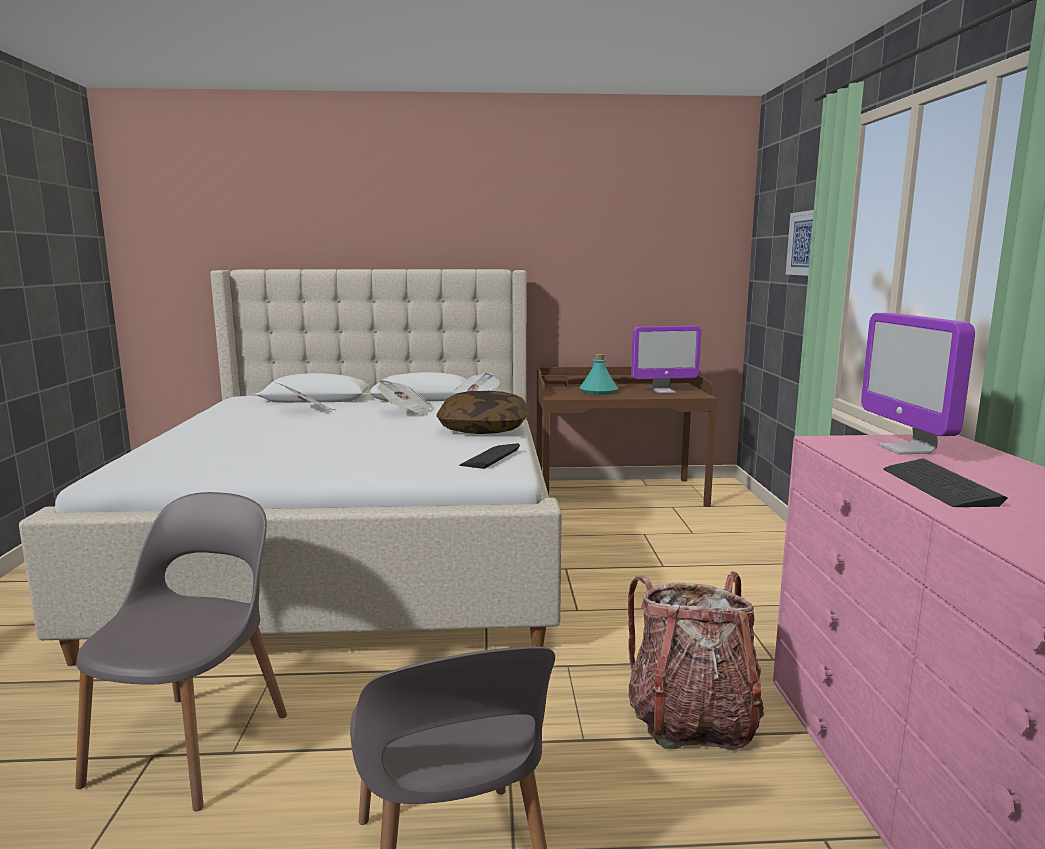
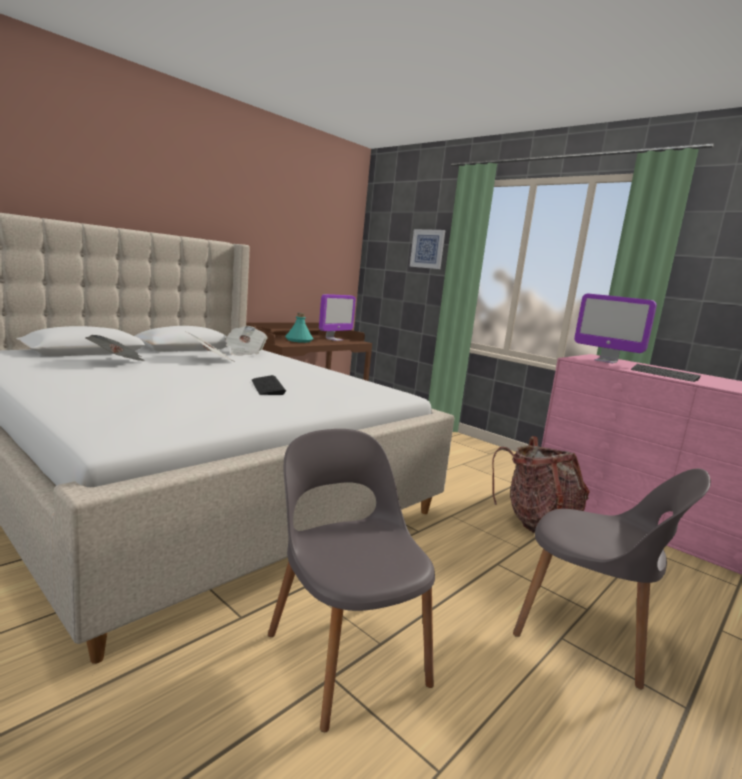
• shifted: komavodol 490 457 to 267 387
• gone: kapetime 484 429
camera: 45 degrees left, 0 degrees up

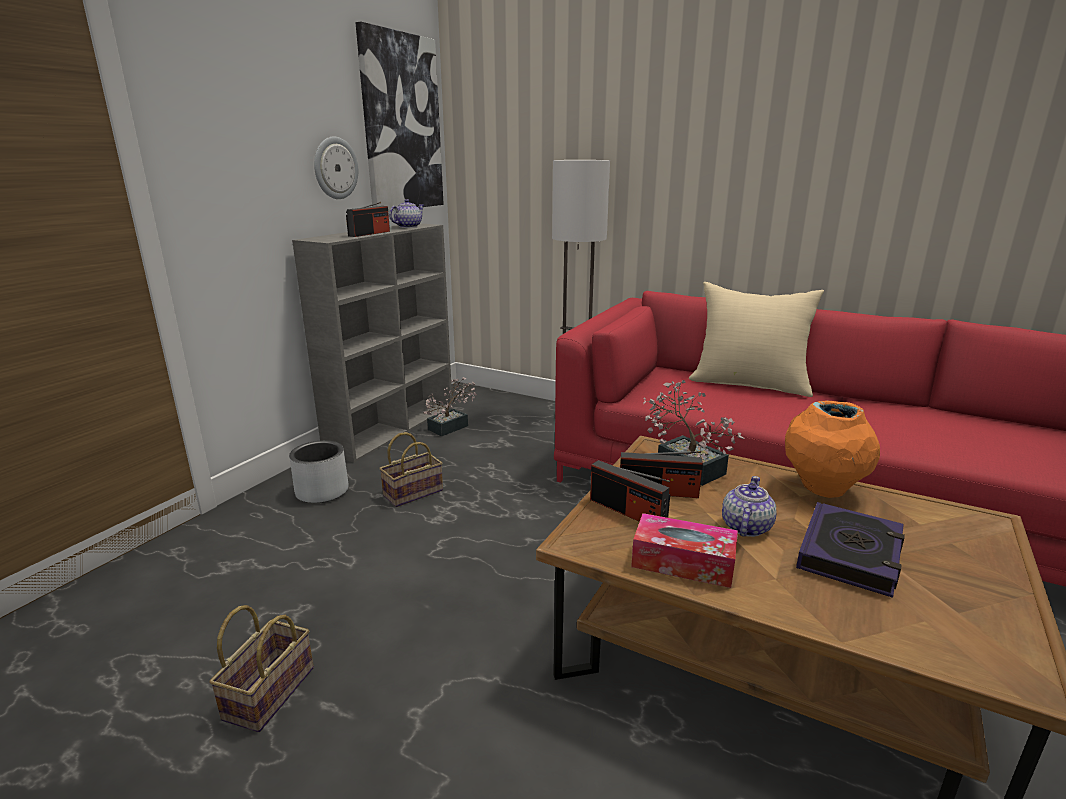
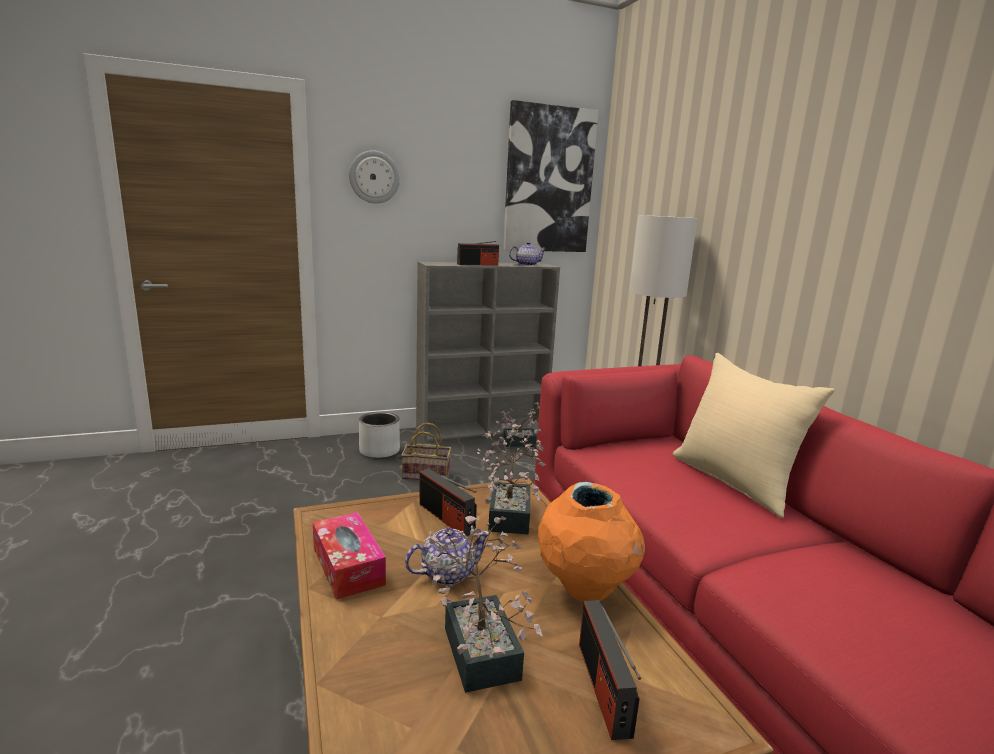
• shifted: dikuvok 335 168 to 374 177
• swapped: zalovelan 850 554 to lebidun 479 644
• shifted: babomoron 627 511 to 603 688
• gone: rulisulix 269 691
camera: 40 degrees right, 5 degrees down

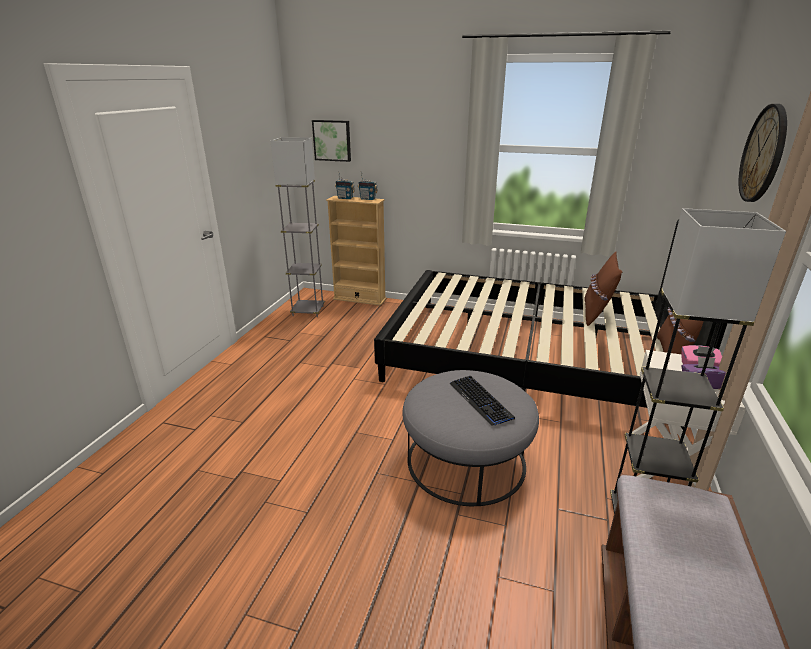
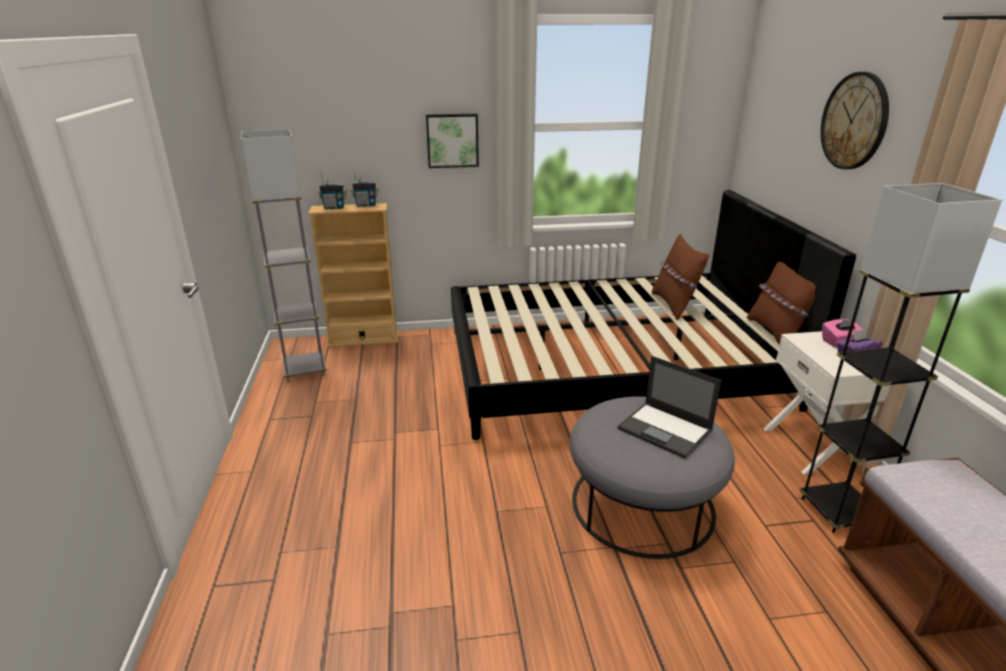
• shifted: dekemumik 332 140 to 452 140
• swapped: komavodol 480 401 to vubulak 666 430
camera: 25 degrees left, 0 degrees up

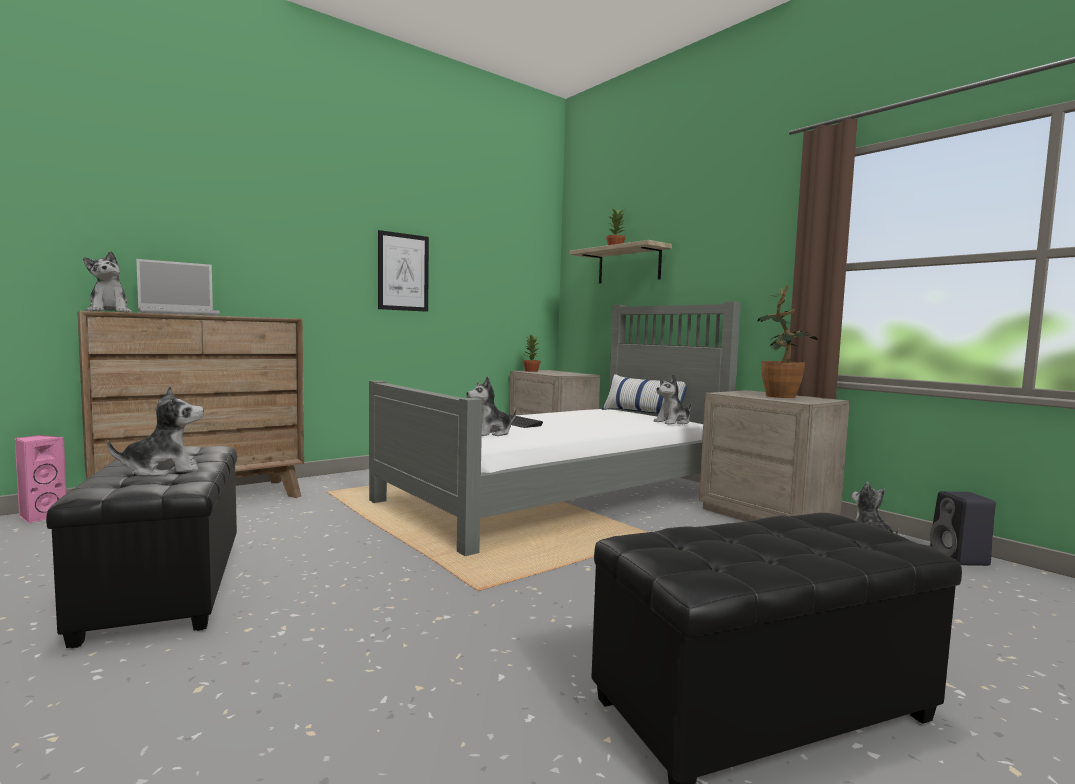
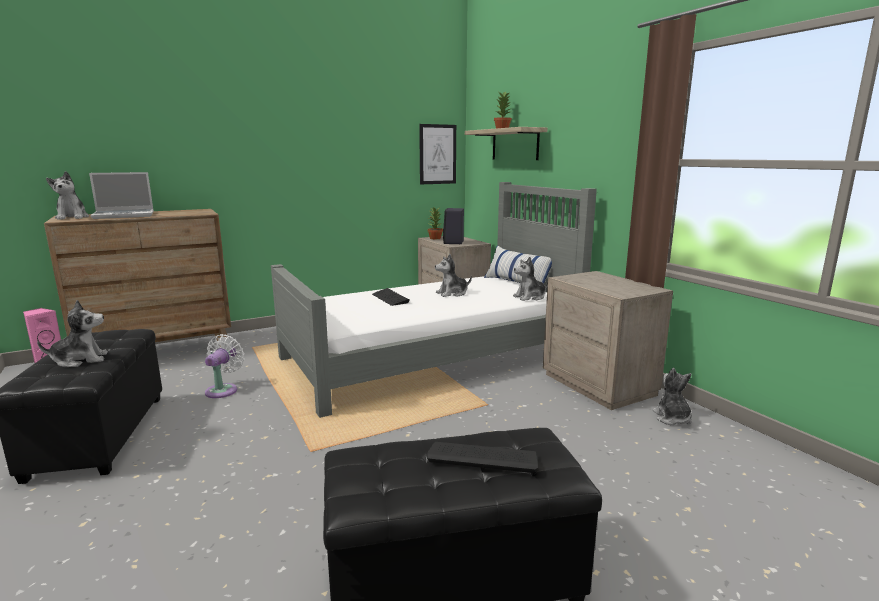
• new: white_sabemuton 223 390
• shifted: dekemumik 403 272 to 437 154
• new: komavodol 482 457
• shifted: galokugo 490 433 to 452 293
• shifted: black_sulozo 960 559 to 453 243
• gone: lebidun 781 396
camera: 10 degrees right, 10 degrees up

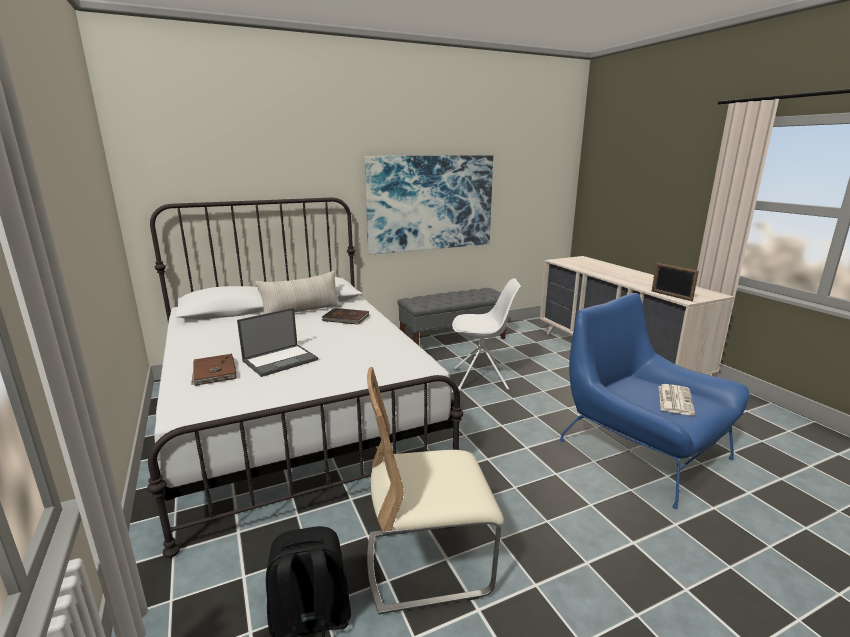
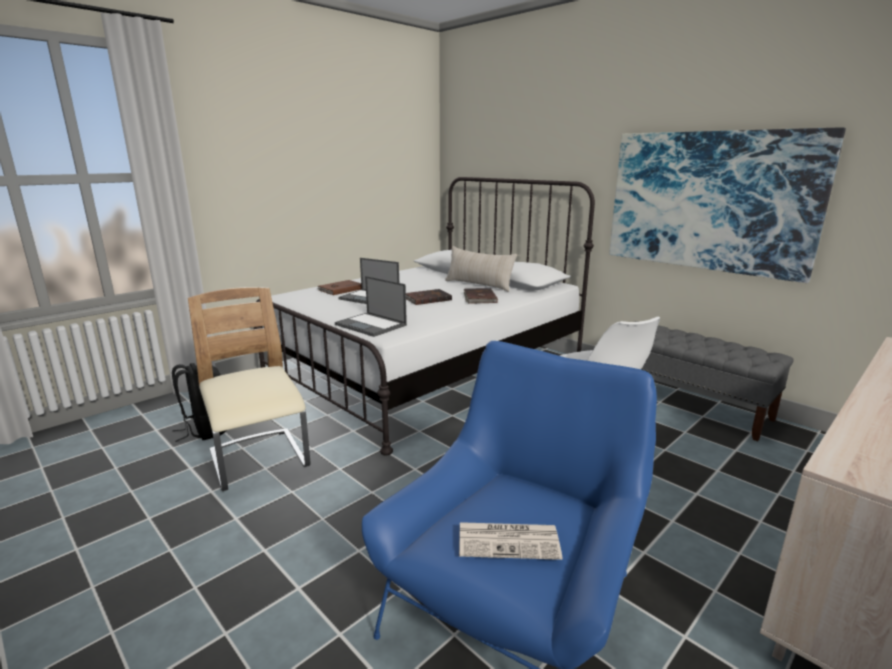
• new: vubulak 371 325
• new: brown_zalovelan 427 299
• gone: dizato 671 296
camera: 70 degrees right, 0 degrees up

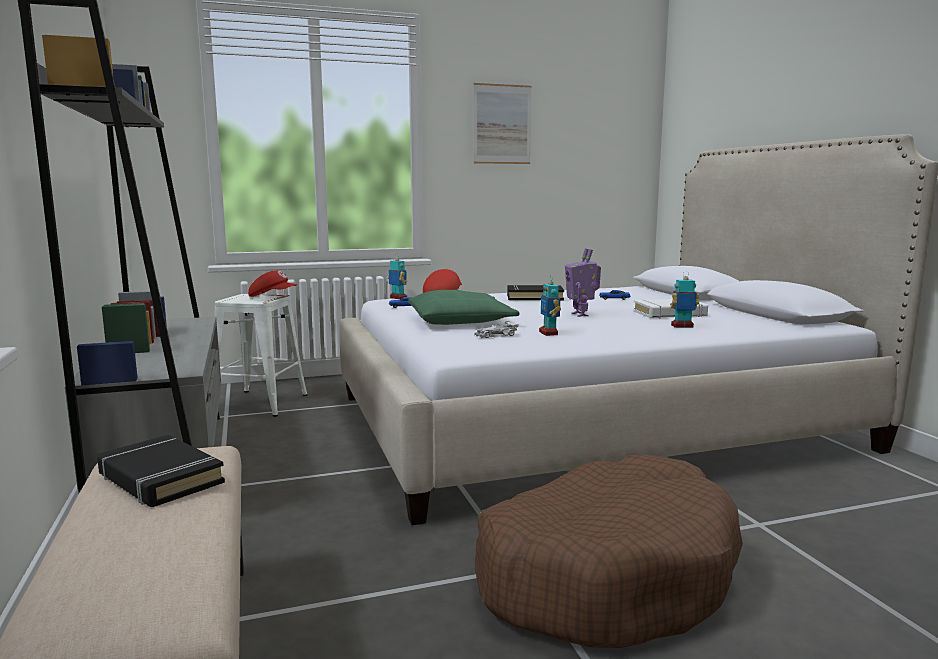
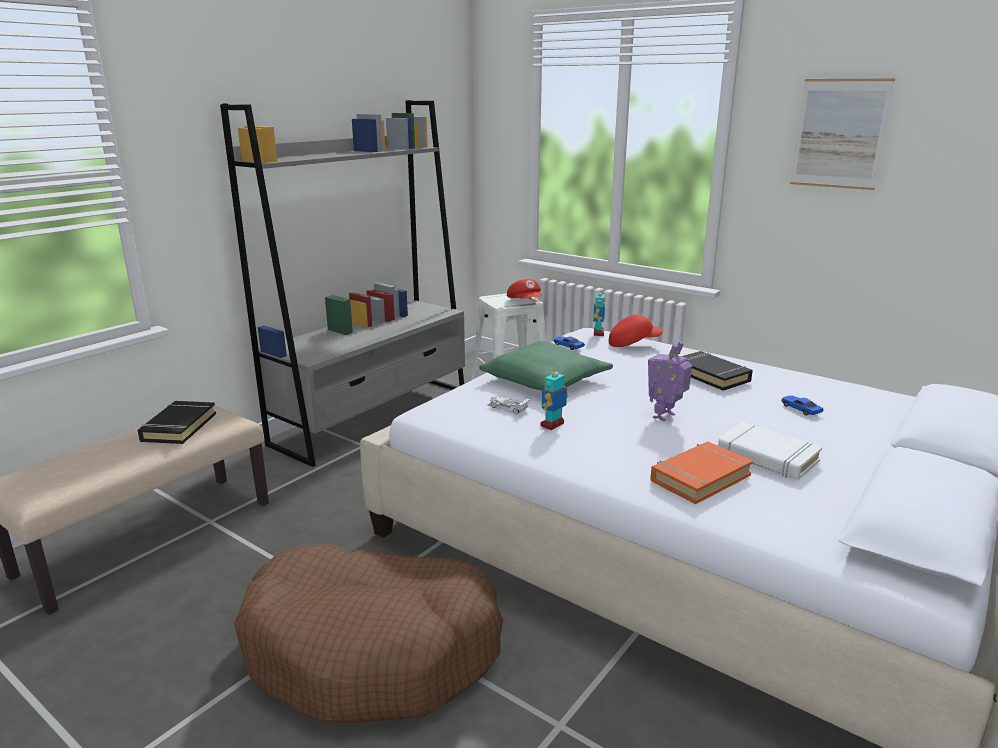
• swapped: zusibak 682 326 to orange_zalovelan 699 478
camera: 55 degrees right, 10 degrees up

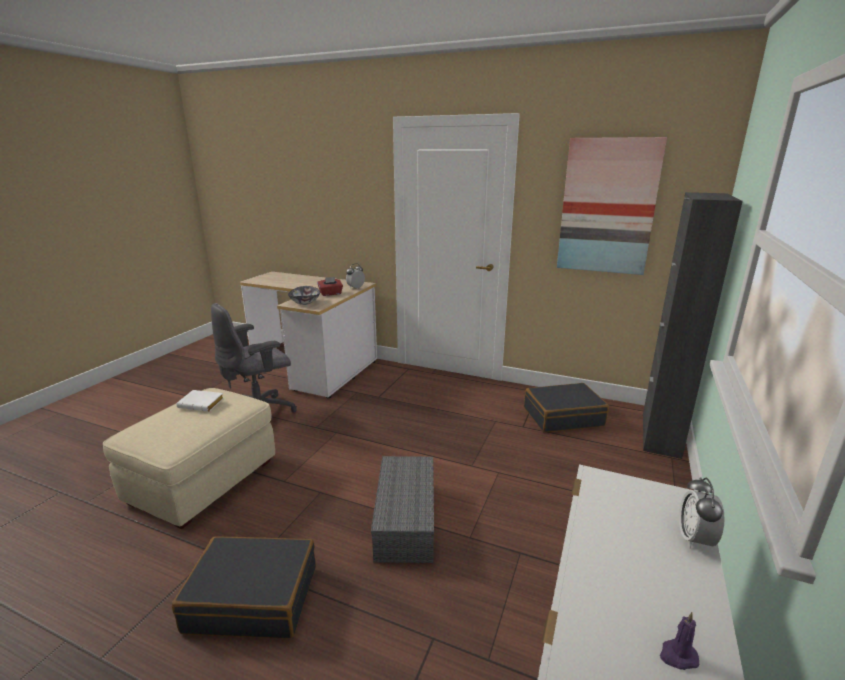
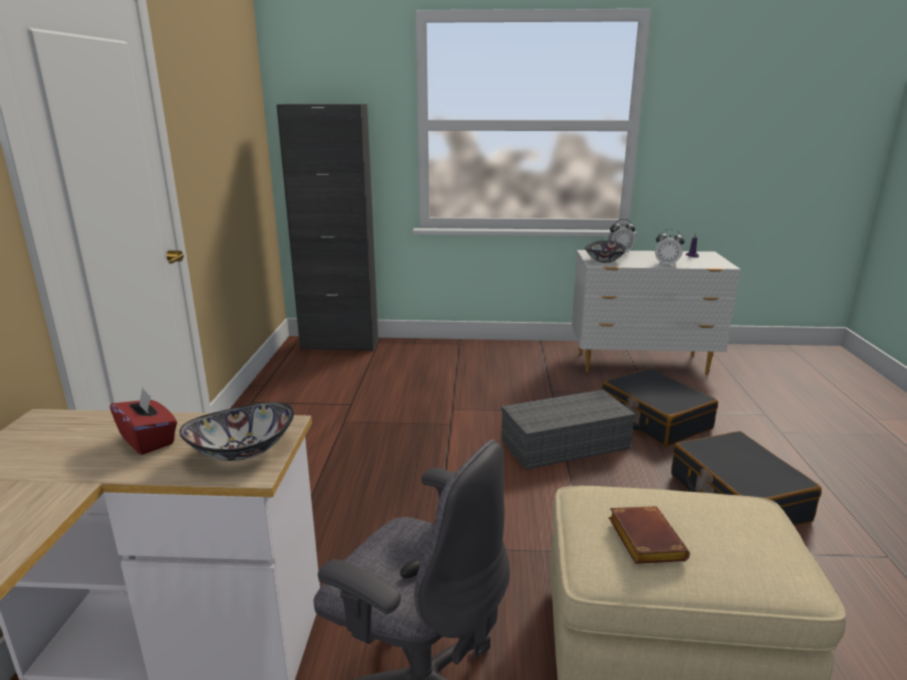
• new: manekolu 604 260
• shifted: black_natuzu 563 416 to 654 419
• repainted: white_zalovelan 203 404 to brown_zalovelan 642 539
• shifted: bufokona 356 288 to 667 265
• gone: dekemumik 607 207
camera: 110 degrees left, 0 degrees up

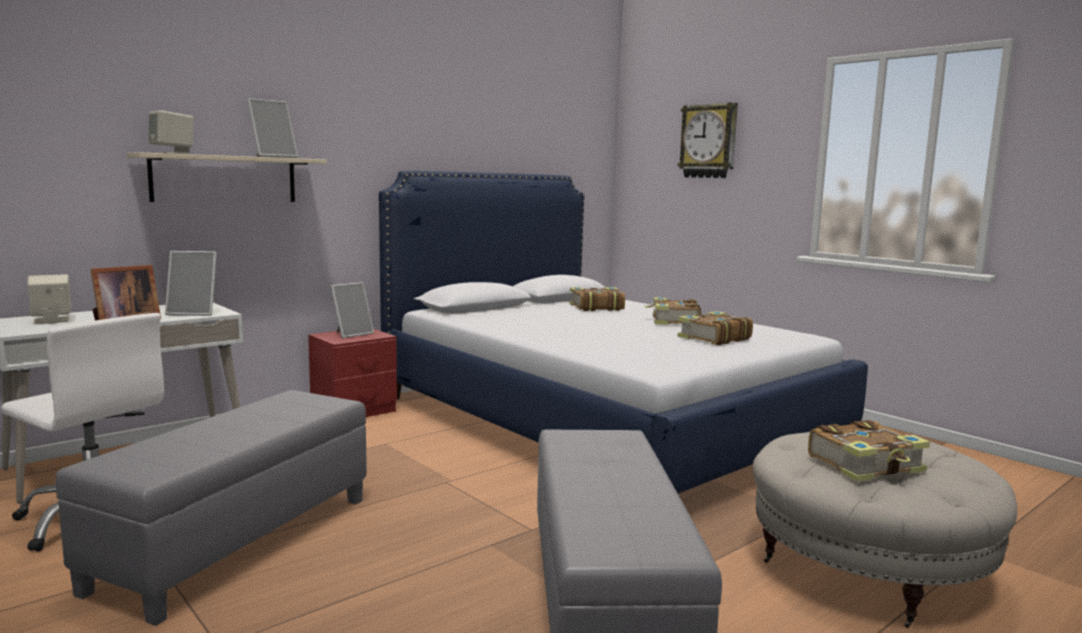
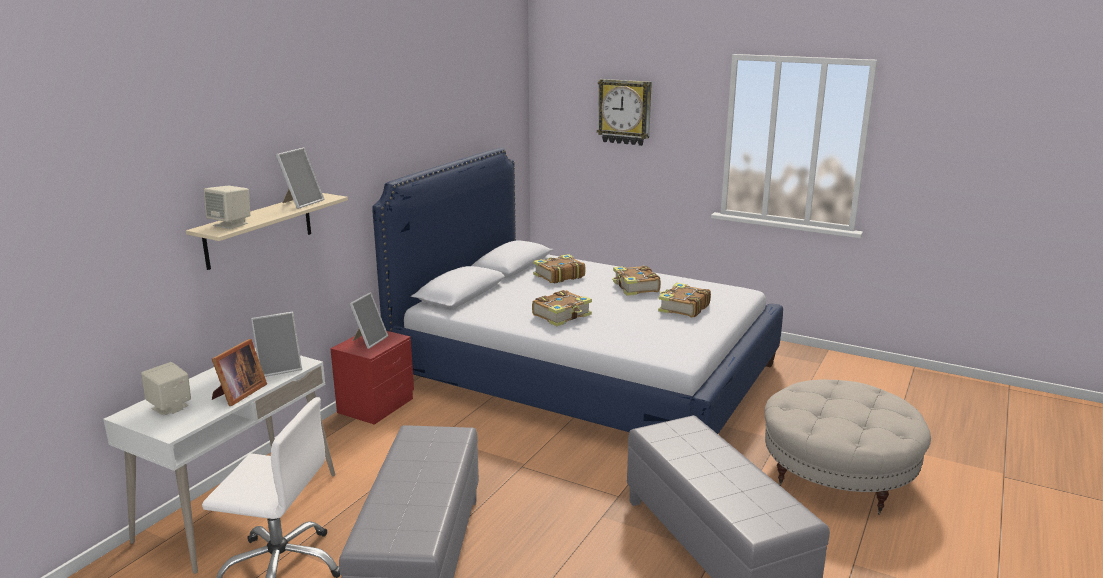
• shifted: zalovelan 867 465 to 562 315
camera: 20 degrees left, 10 degrees up

